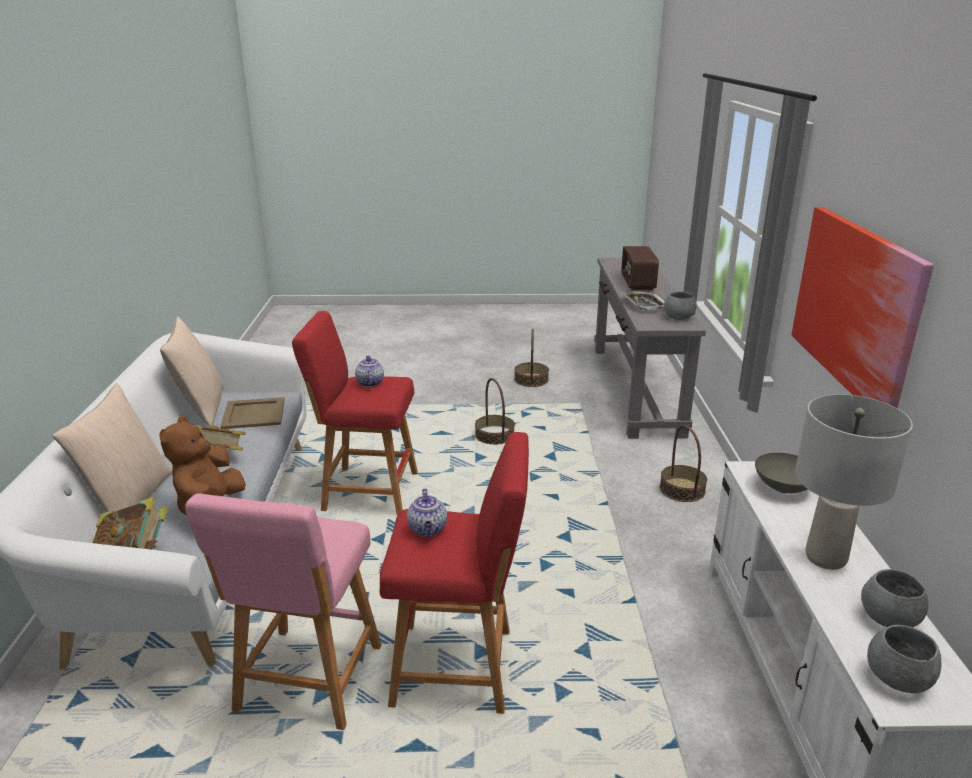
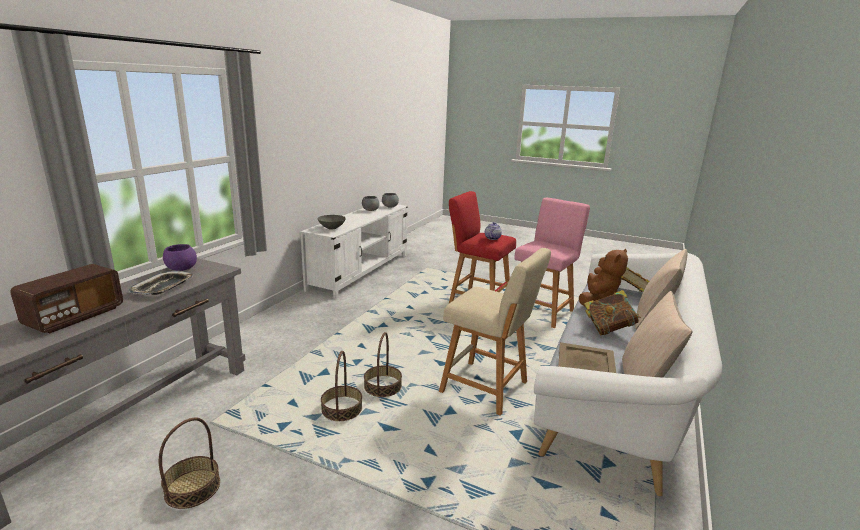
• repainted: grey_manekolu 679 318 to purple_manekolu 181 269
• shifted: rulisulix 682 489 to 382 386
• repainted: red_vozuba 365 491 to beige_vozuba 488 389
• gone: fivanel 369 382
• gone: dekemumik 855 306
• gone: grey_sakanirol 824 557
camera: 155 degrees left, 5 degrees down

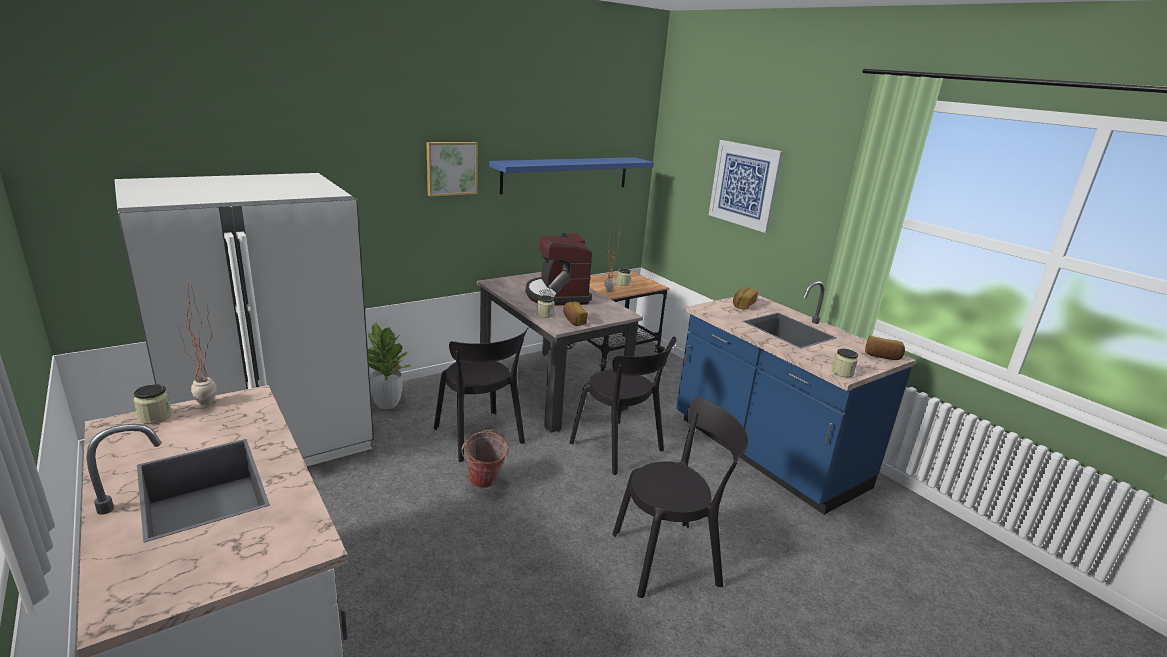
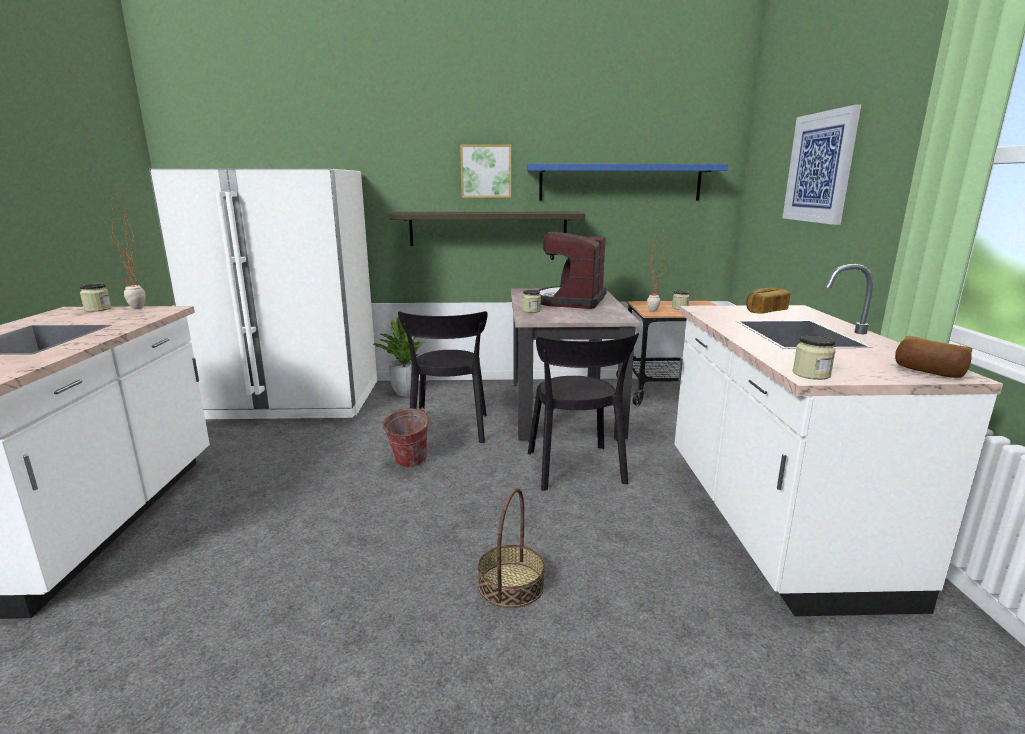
• new: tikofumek 488 228
• swapped: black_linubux 670 558 to rulisulix 511 584
• repainted: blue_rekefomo 766 453 to white_rekefomo 771 522
• gone: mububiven 574 321
camera: 35 degrees right, 5 degrees down

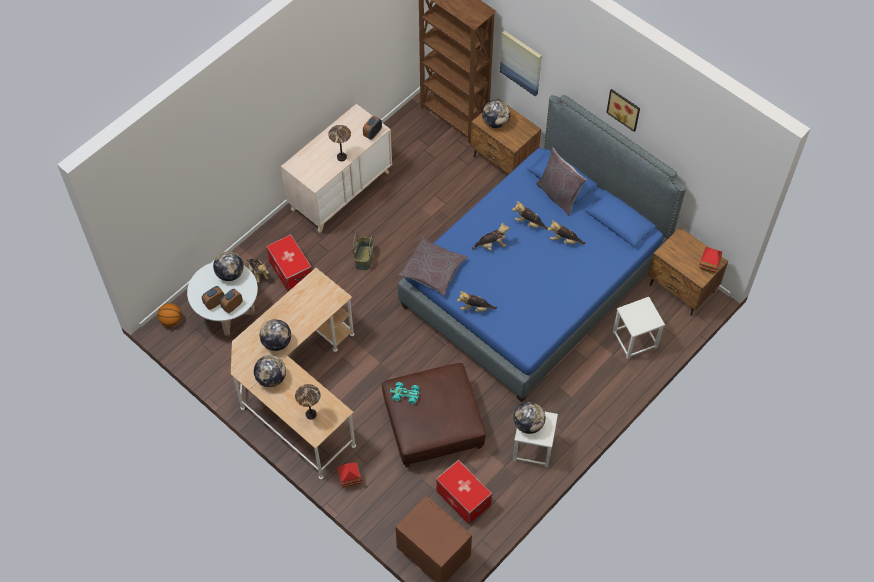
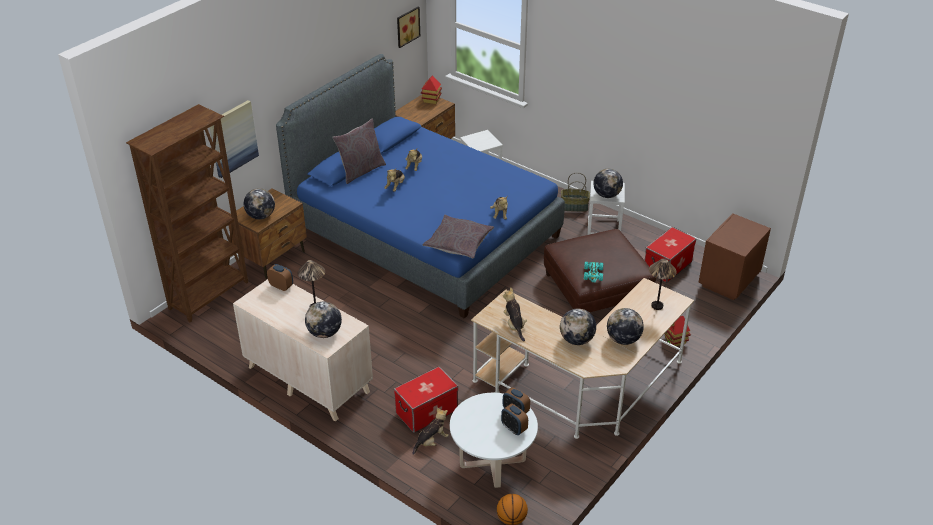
• shifted: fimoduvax 230 274 to 324 333
• shifted: dekemumik 624 109 to 407 26
• shifted: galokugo 491 245 to 514 325
• shifted: rulisulix 364 258 to 574 207
camera: 95 degrees left, 20 degrees down

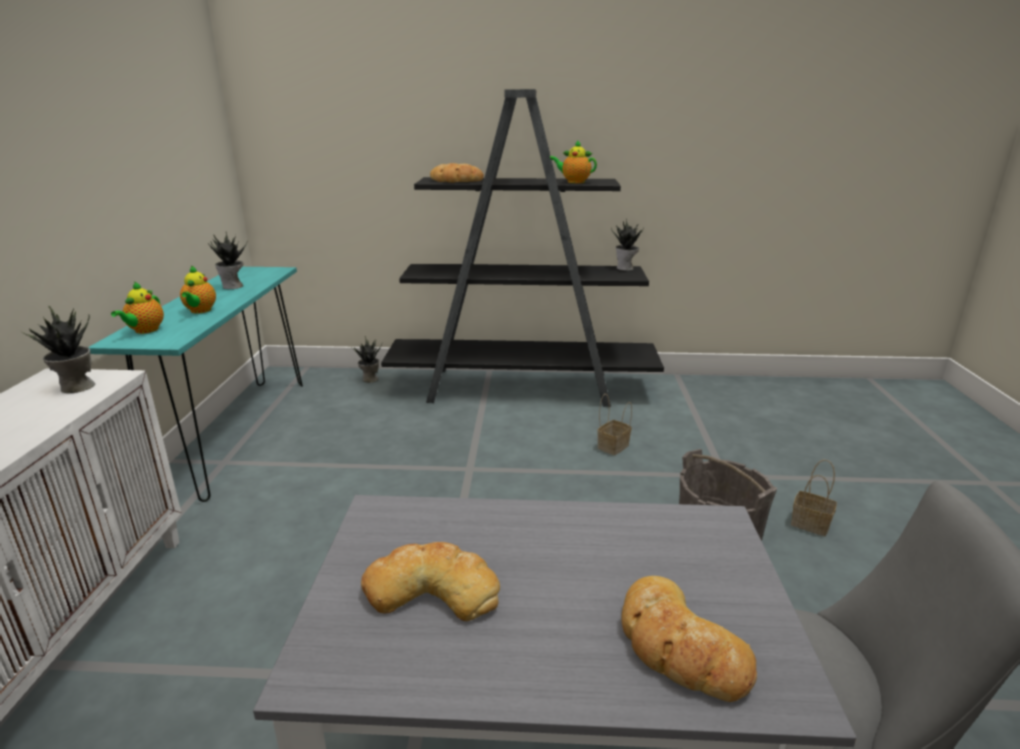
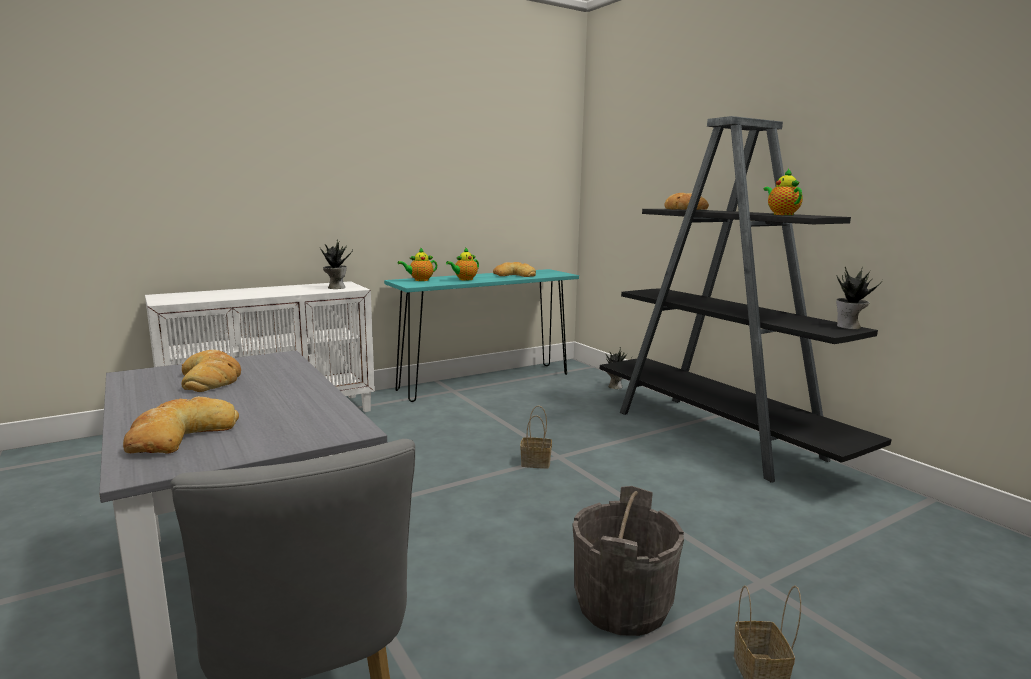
• swapped: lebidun 233 286 to mububiven 514 275
• shifted: rulisulix 613 446 to 537 462
camera: 55 degrees right, 10 degrees down

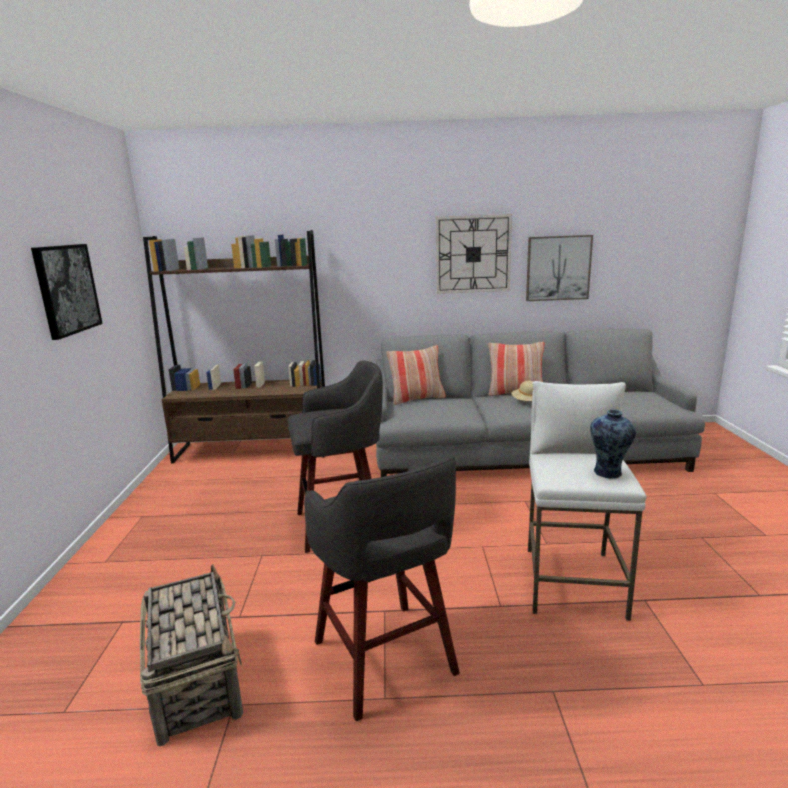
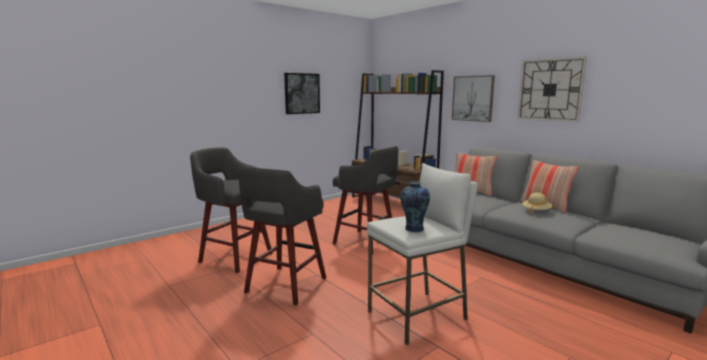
• swapped: rulisulix 197 681 to grey_vozuba 234 257
• shifted: dekemumik 558 268 to 473 98
camera: 50 degrees right, 5 degrees down

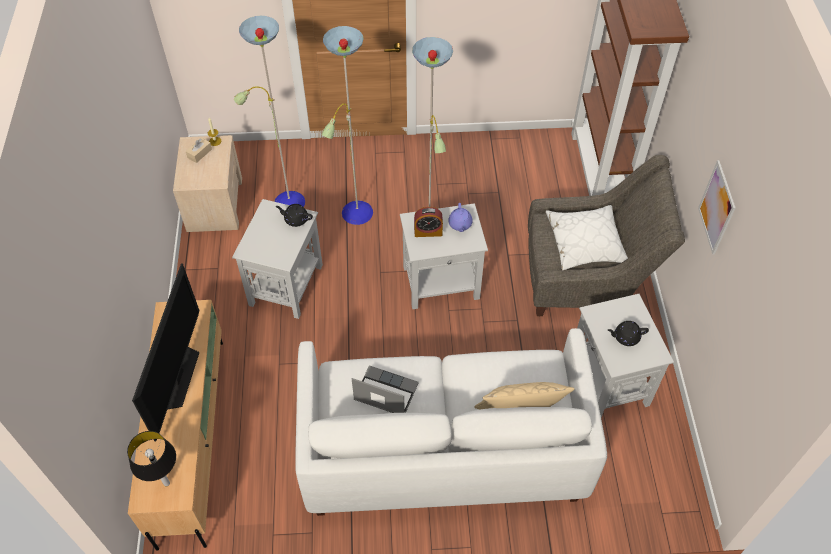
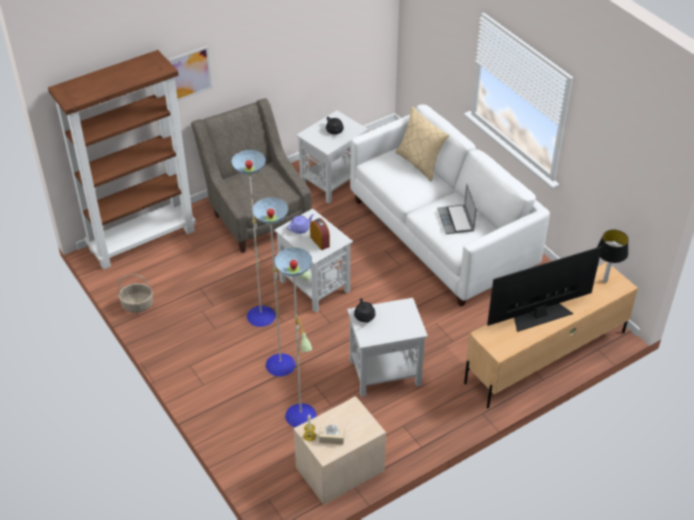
• new: rulisulix 137 305
• shifted: dekemumik 716 208 to 191 73
• gone: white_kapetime 585 243
camera: 120 degrees left, 10 degrees down

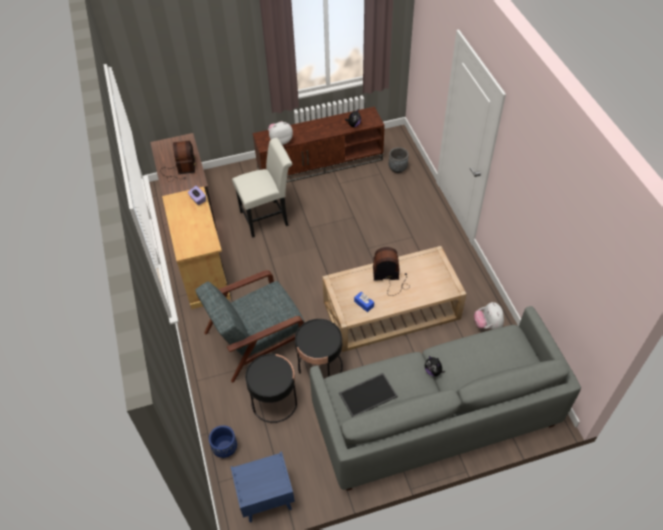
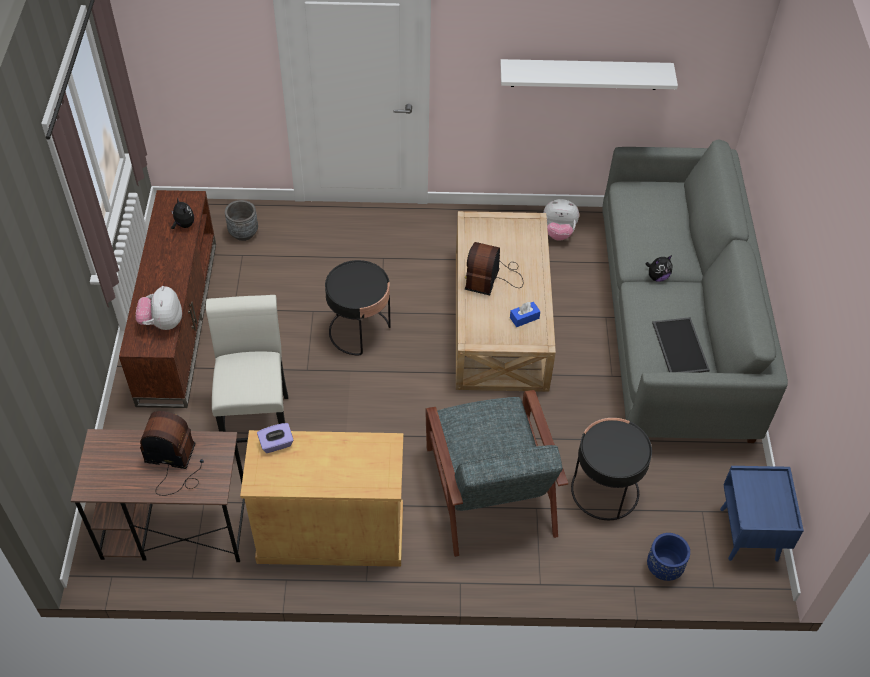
• shifted: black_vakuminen 320 366 to 359 331
• new: white_tikofumek 585 74
camera: 75 degrees left, 0 degrees up

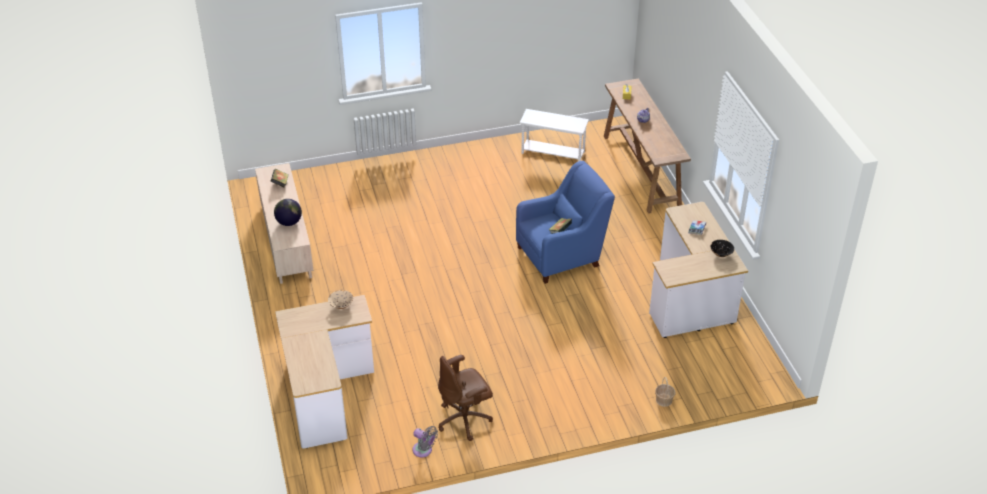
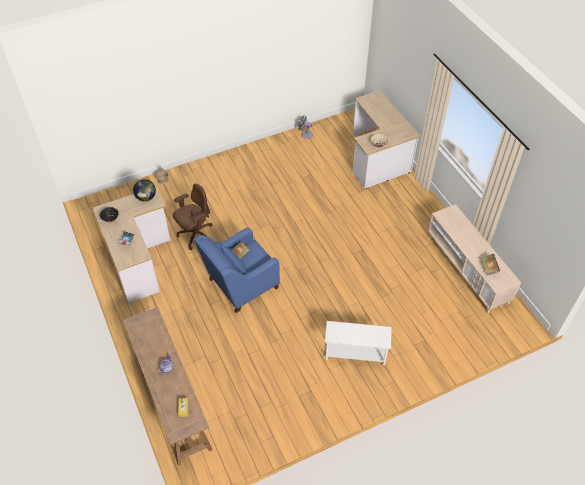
• shifted: fimoduvax 289 222 to 146 197
• shifted: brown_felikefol 465 419 to 195 235
• shifted: white_vakuminen 553 153 to 355 354
camera: 170 degrees right, 10 degrees up

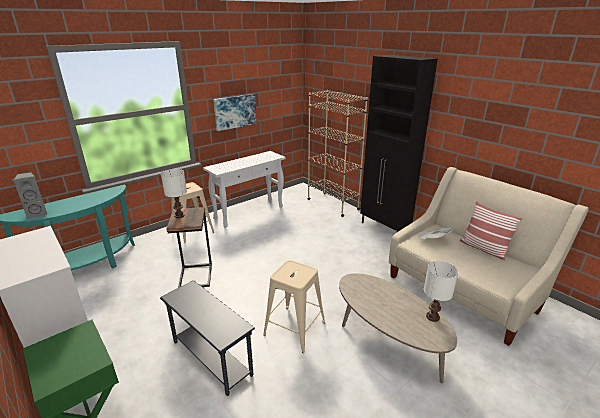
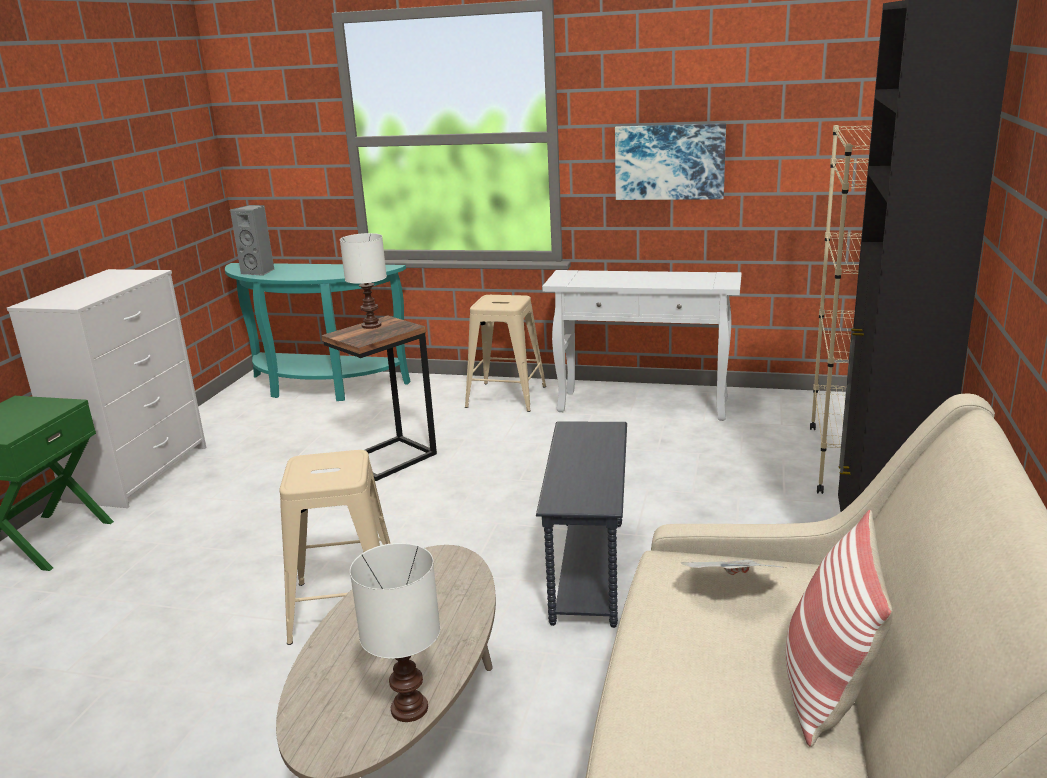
• shifted: grey_vakuminen 212 358 to 589 570
camera: 55 degrees right, 5 degrees down

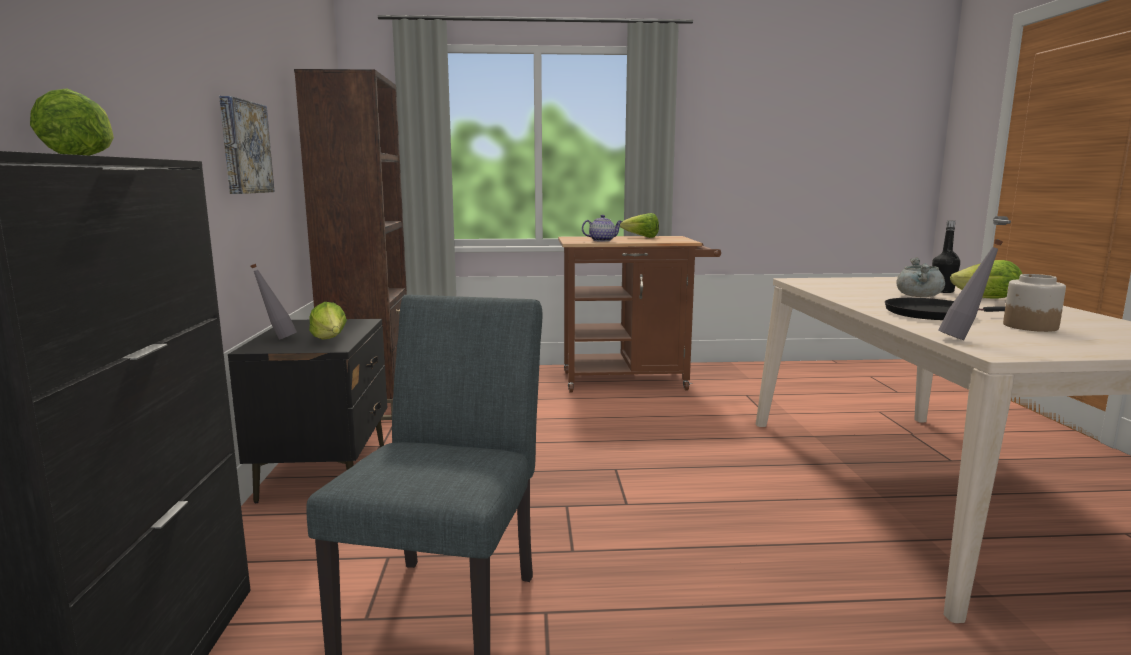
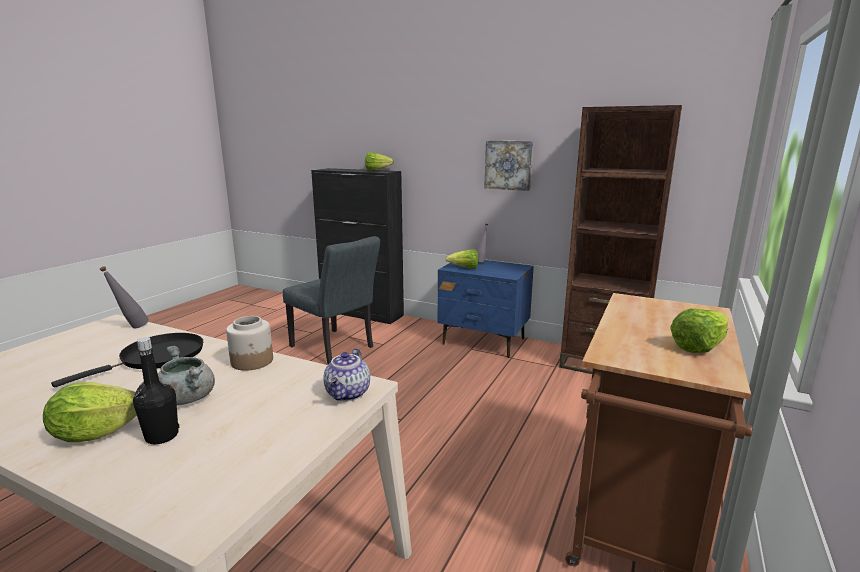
• shifted: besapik 1029 326 to 252 361
• shifted: fivanel 602 240 to 348 394
• repainted: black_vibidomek 326 472 to blue_vibidomek 484 341
camera: 120 degrees right, 5 degrees up

